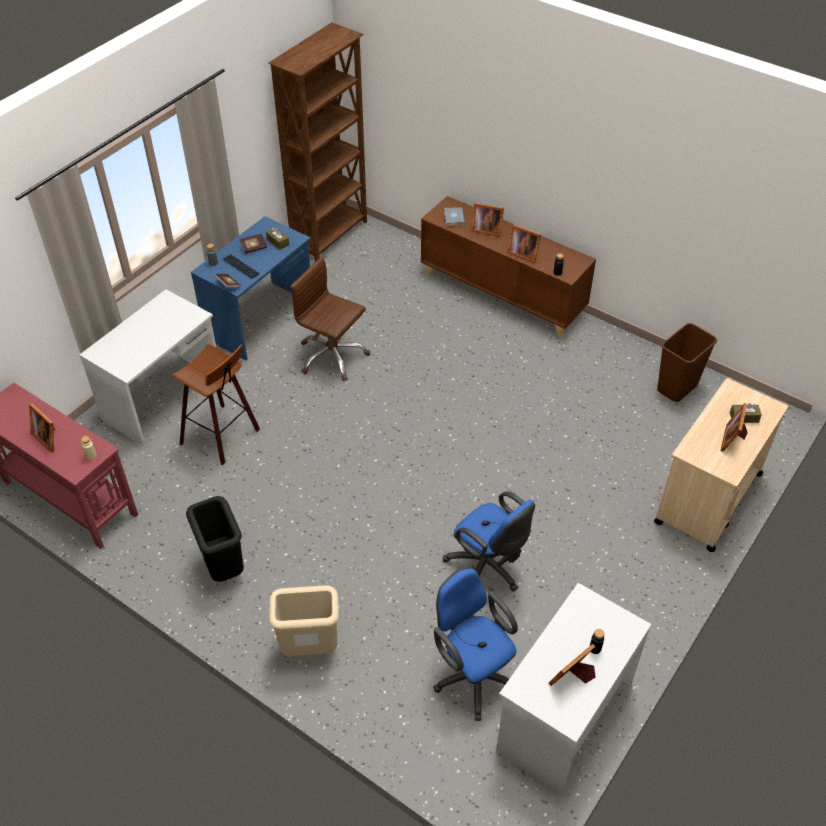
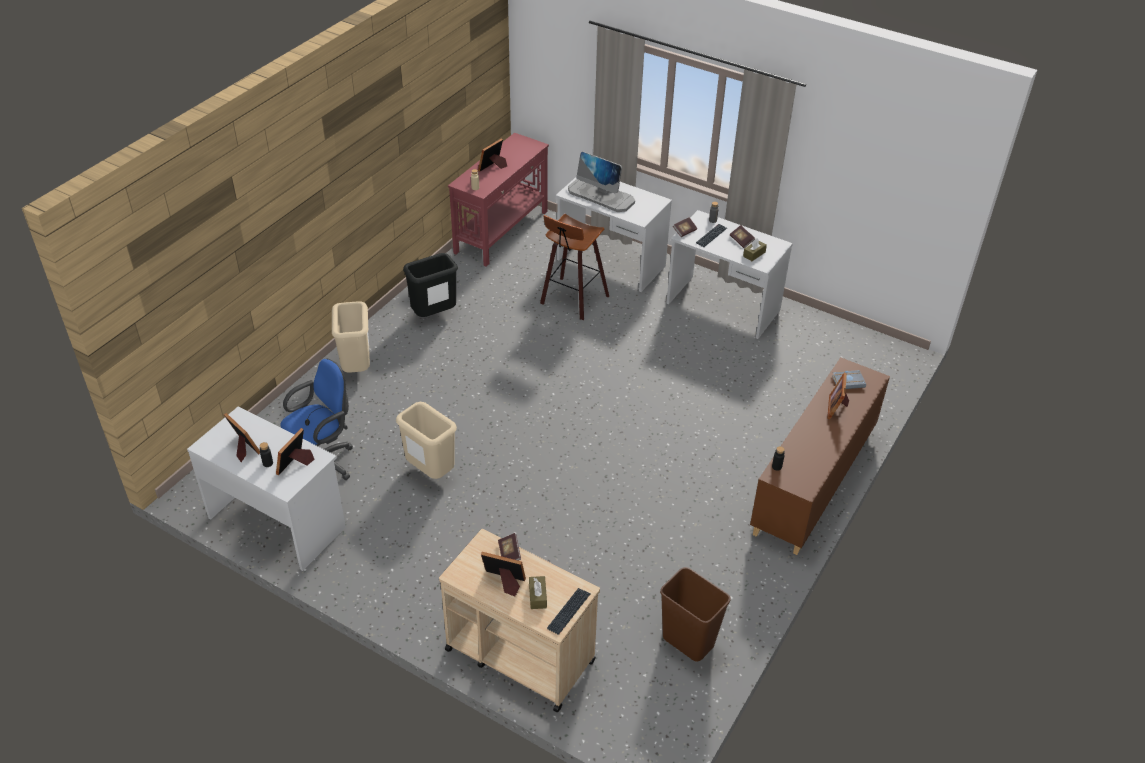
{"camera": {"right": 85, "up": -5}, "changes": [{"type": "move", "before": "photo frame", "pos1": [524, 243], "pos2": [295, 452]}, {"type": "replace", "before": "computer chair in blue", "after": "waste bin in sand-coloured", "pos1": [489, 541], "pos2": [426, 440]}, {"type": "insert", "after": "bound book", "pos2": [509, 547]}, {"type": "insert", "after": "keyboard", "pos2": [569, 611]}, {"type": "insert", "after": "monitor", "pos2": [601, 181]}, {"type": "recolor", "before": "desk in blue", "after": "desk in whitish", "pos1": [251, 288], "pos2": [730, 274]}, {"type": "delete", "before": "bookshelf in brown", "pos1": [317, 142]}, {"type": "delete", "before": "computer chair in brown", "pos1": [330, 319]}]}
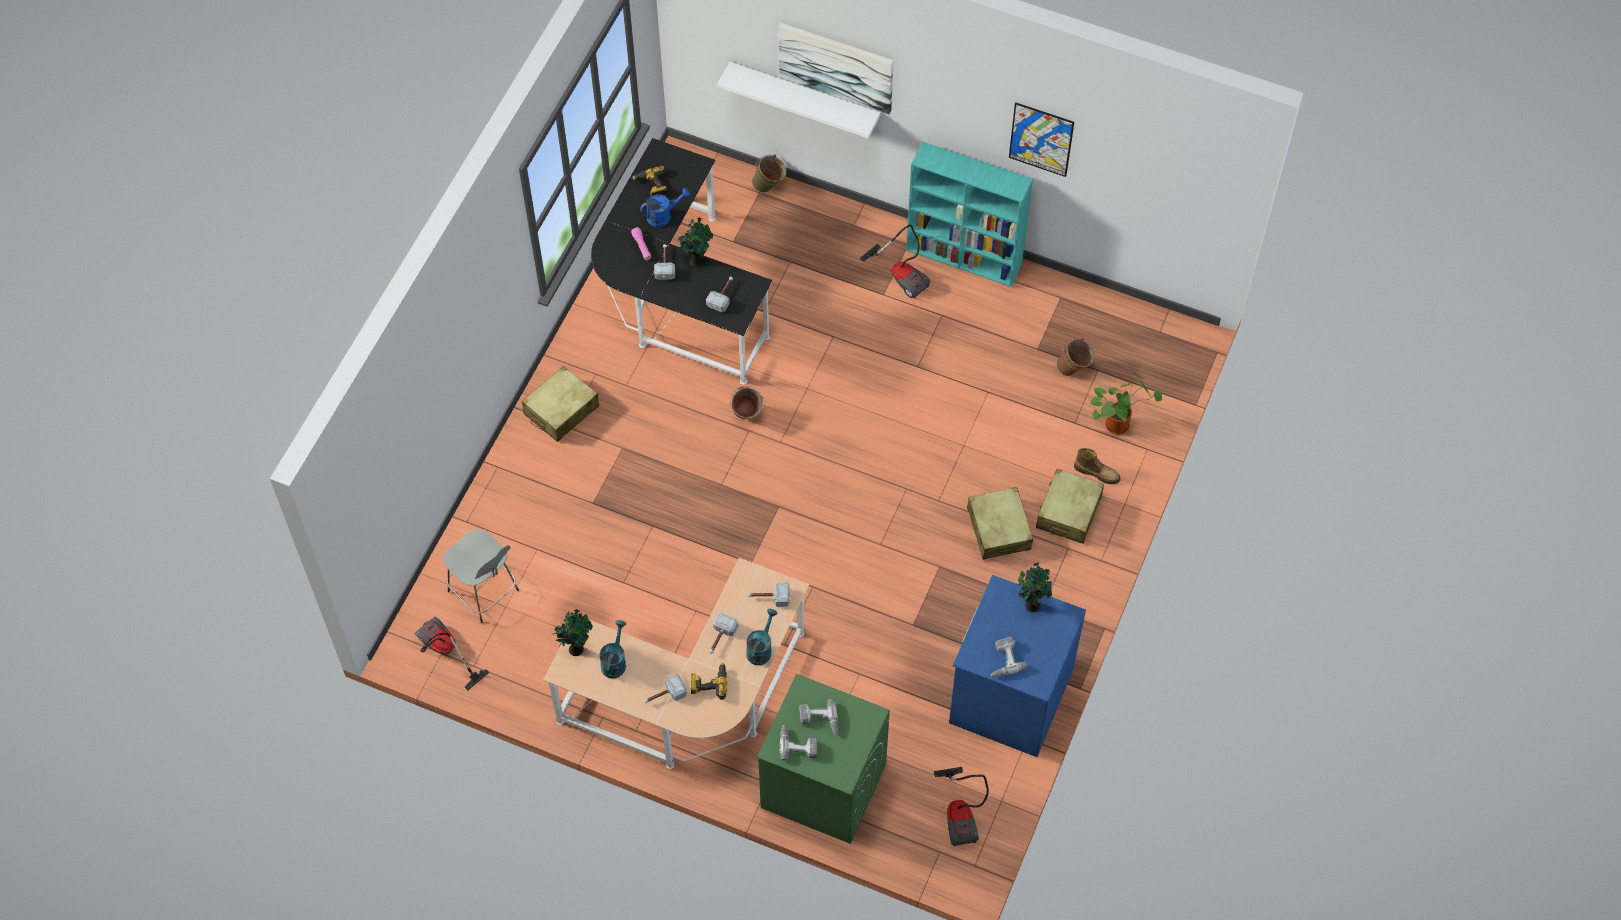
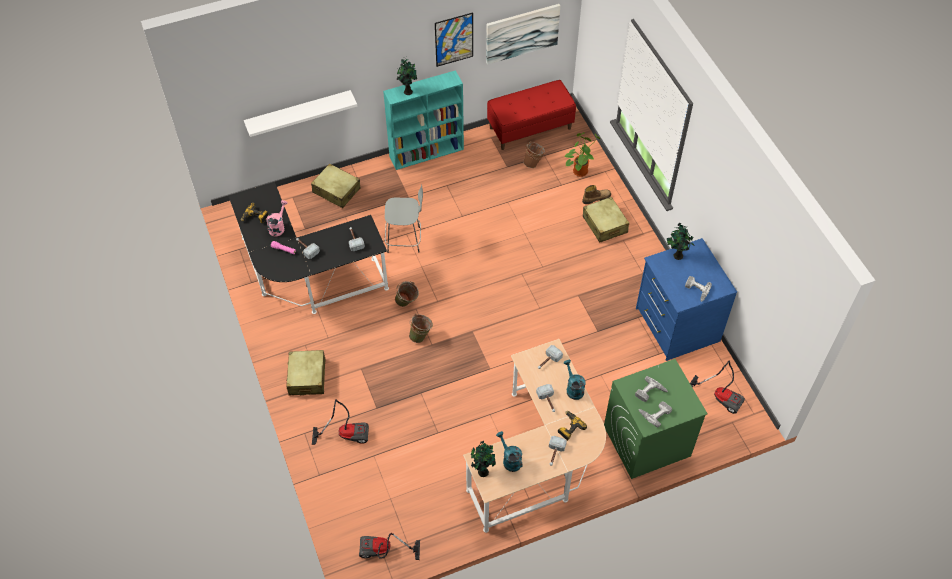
{"camera": {"right": -45, "up": -5}, "changes": [{"type": "recolor", "before": "watering pot in blue", "after": "watering pot in pink", "pos1": [665, 207], "pos2": [277, 218]}, {"type": "move", "before": "suitcase in sand-coloured", "pos1": [1000, 523], "pos2": [335, 185]}, {"type": "move", "before": "vacuum", "pos1": [895, 261], "pos2": [340, 422]}, {"type": "move", "before": "stool seat in grey", "pos1": [481, 576], "pos2": [404, 218]}, {"type": "move", "before": "potted plant", "pos1": [695, 243], "pos2": [407, 77]}, {"type": "move", "before": "pail in green", "pos1": [769, 174], "pos2": [421, 328]}, {"type": "move", "before": "wall picture", "pos1": [836, 68], "pos2": [523, 34]}, {"type": "insert", "after": "long seat in red-coloured", "pos2": [531, 115]}]}
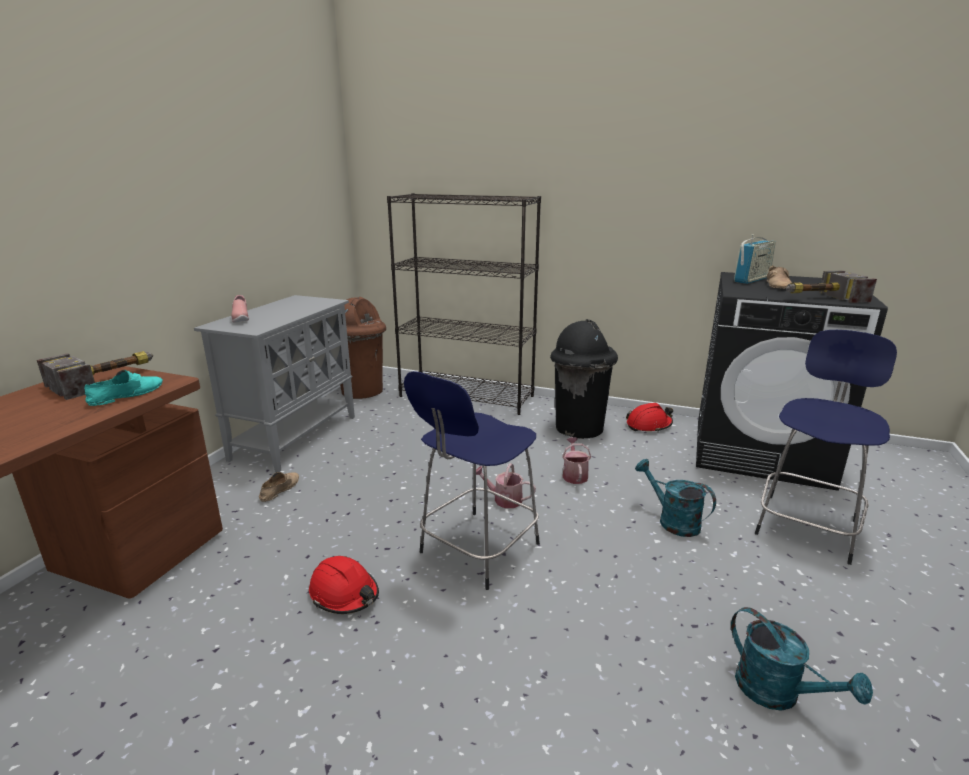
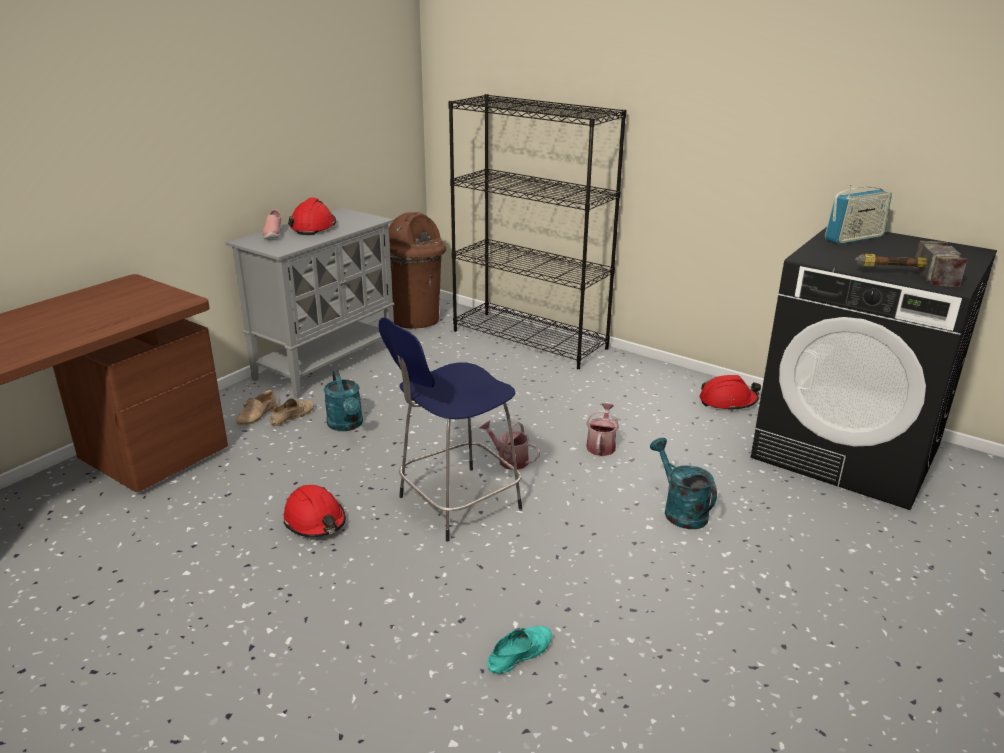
{"camera": {"right": 15, "up": 5}, "changes": [{"type": "move", "before": "low shoe in sand-coloured", "pos1": [779, 277], "pos2": [257, 407]}, {"type": "insert", "after": "safety helmet in red-coloured", "pos2": [312, 216]}, {"type": "move", "before": "watering pot in turquoise", "pos1": [802, 659], "pos2": [343, 400]}, {"type": "move", "before": "low shoe in turquoise", "pos1": [123, 388], "pos2": [519, 650]}, {"type": "delete", "before": "tool hammer", "pos1": [95, 375]}, {"type": "delete", "before": "waste bin in black-coloured", "pos1": [584, 379]}, {"type": "delete", "before": "stool seat in blue", "pos1": [826, 447]}]}
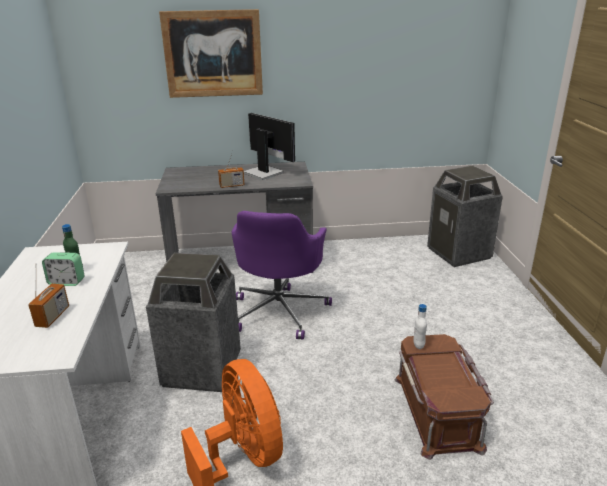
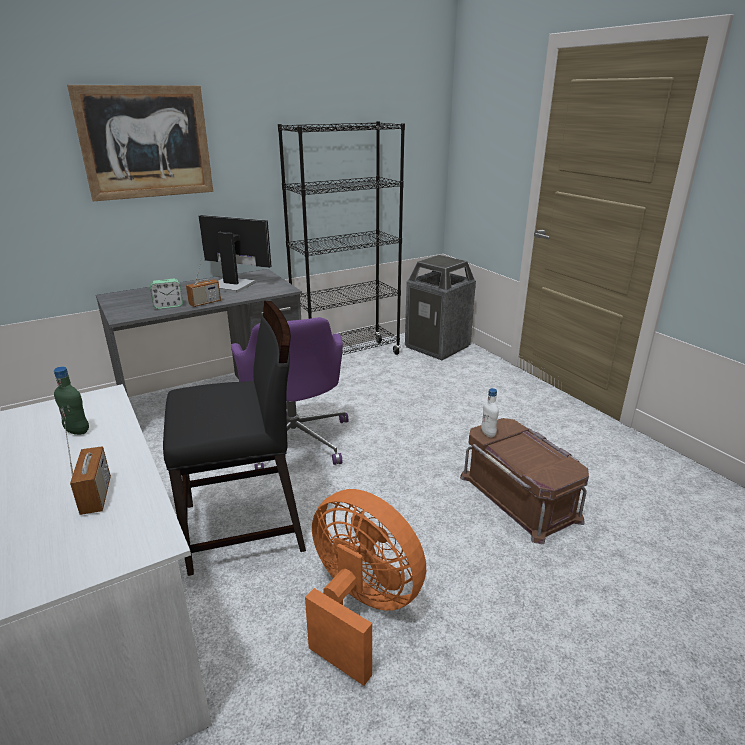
{"camera": {"right": -25, "up": 0}, "changes": [{"type": "move", "before": "table clock", "pos1": [63, 269], "pos2": [166, 294]}, {"type": "replace", "before": "waste bin", "after": "plain chair in black-coloured", "pos1": [193, 322], "pos2": [234, 438]}, {"type": "insert", "after": "bookshelf in black-coloured", "pos2": [341, 238]}]}
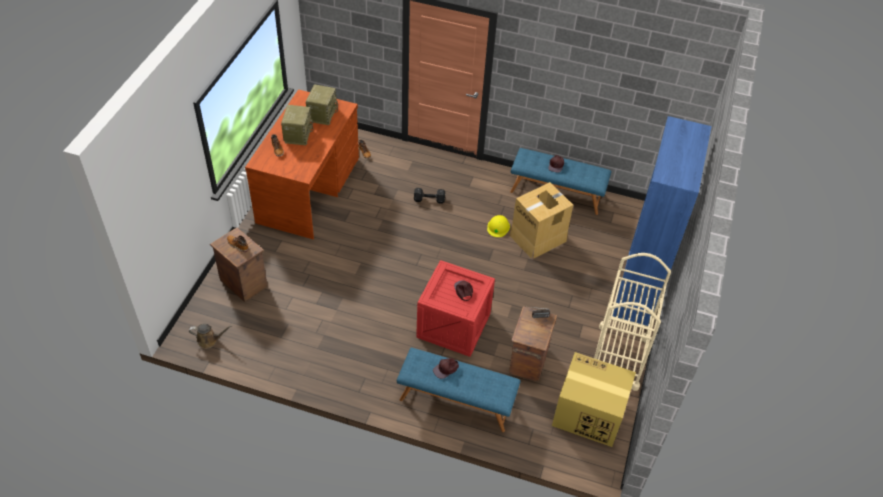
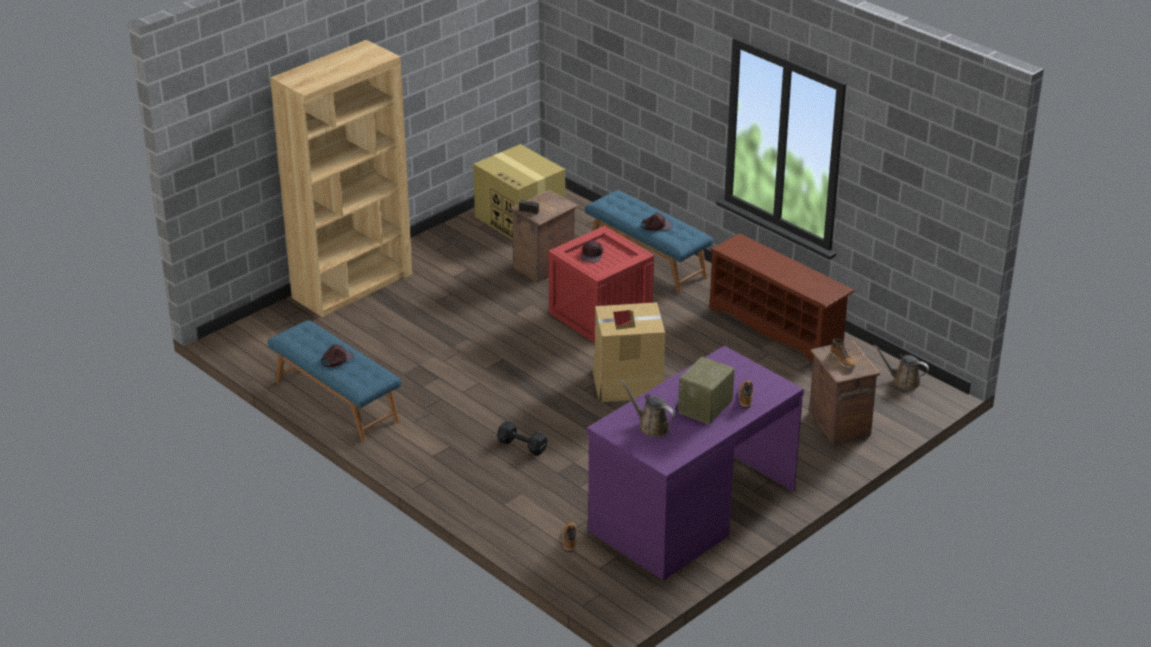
{"camera": {"right": -150, "up": -15}, "changes": [{"type": "recolor", "before": "bookshelf in blue", "after": "bookshelf in brown", "pos1": [662, 221], "pos2": [341, 178]}, {"type": "recolor", "before": "desk in brown", "after": "desk in purple-coloured", "pos1": [302, 164], "pos2": [695, 463]}, {"type": "move", "before": "carton", "pos1": [541, 220], "pos2": [628, 352]}, {"type": "replace", "before": "radio receiver", "after": "watering pot in brown", "pos1": [322, 104], "pos2": [647, 408]}, {"type": "insert", "after": "shoe rack in brown", "pos2": [781, 298]}, {"type": "delete", "before": "safety helmet in yellow-coloured", "pos1": [498, 226]}, {"type": "delete", "before": "trolley in sand-coloured", "pos1": [632, 322]}]}
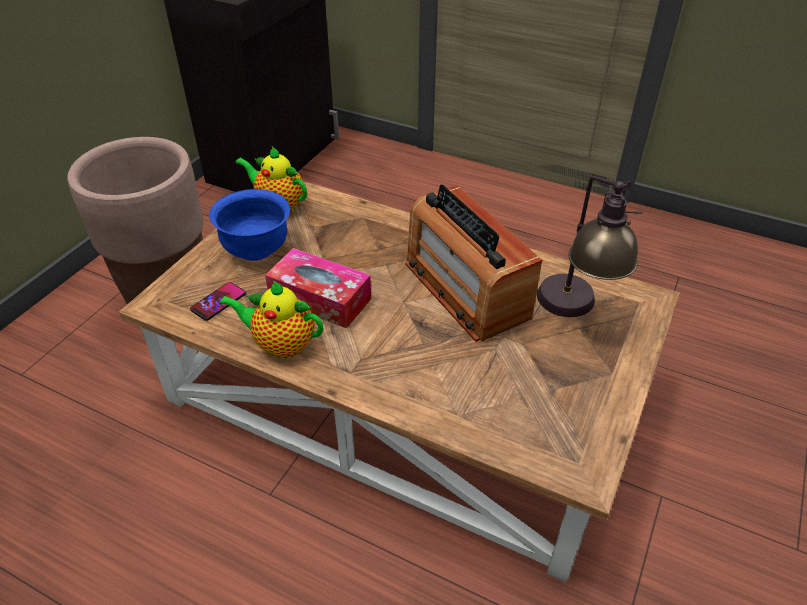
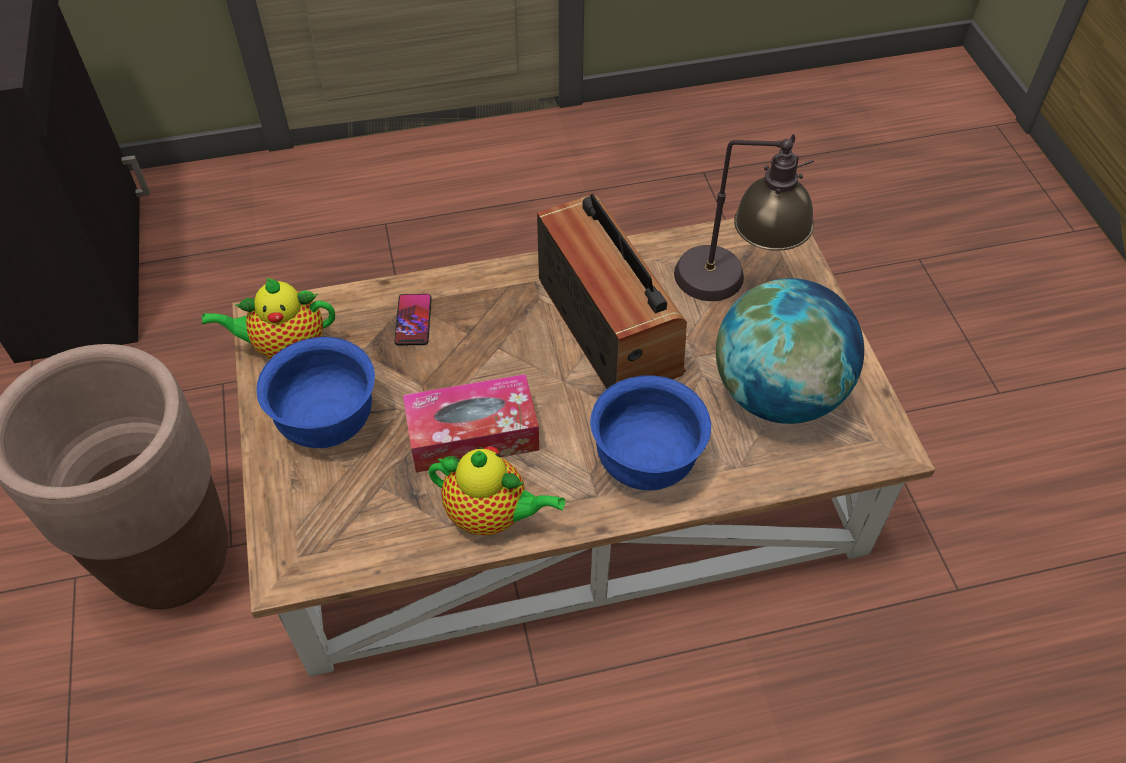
{"camera": {"right": -40, "up": 10}, "changes": [{"type": "move", "before": "handset", "pos1": [218, 301], "pos2": [413, 320]}, {"type": "rotate", "before": "pot for tea", "pos1": [271, 319], "pos2": [496, 490], "turn": -135}, {"type": "rotate", "before": "radio receiver", "pos1": [473, 263], "pos2": [612, 291], "turn": -135}, {"type": "insert", "after": "deep dish in blue", "pos2": [650, 432]}, {"type": "insert", "after": "world globe", "pos2": [790, 351]}]}
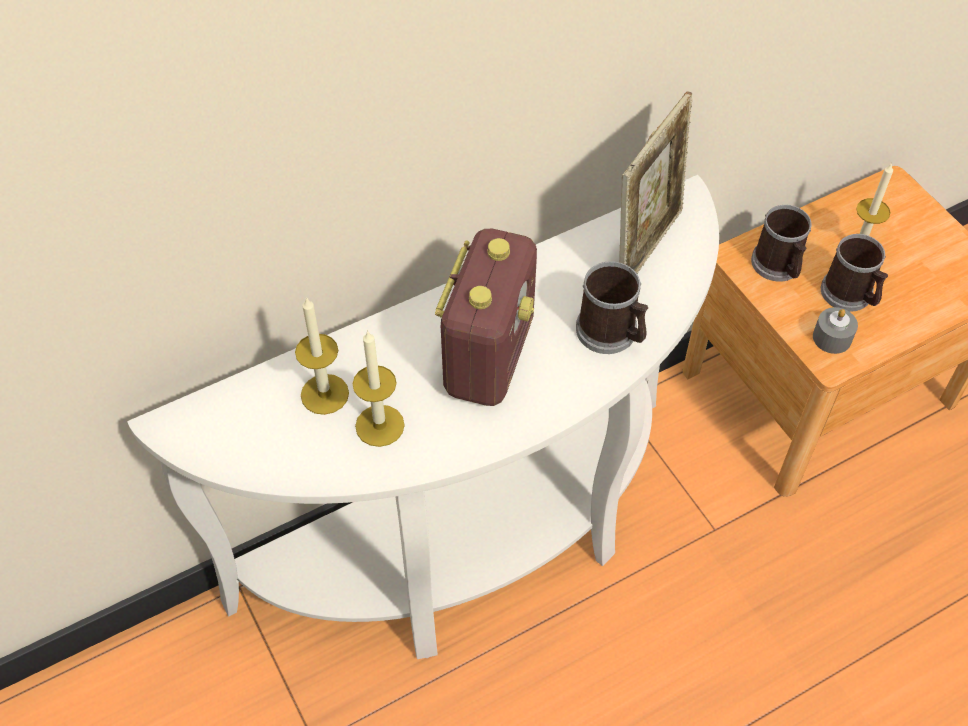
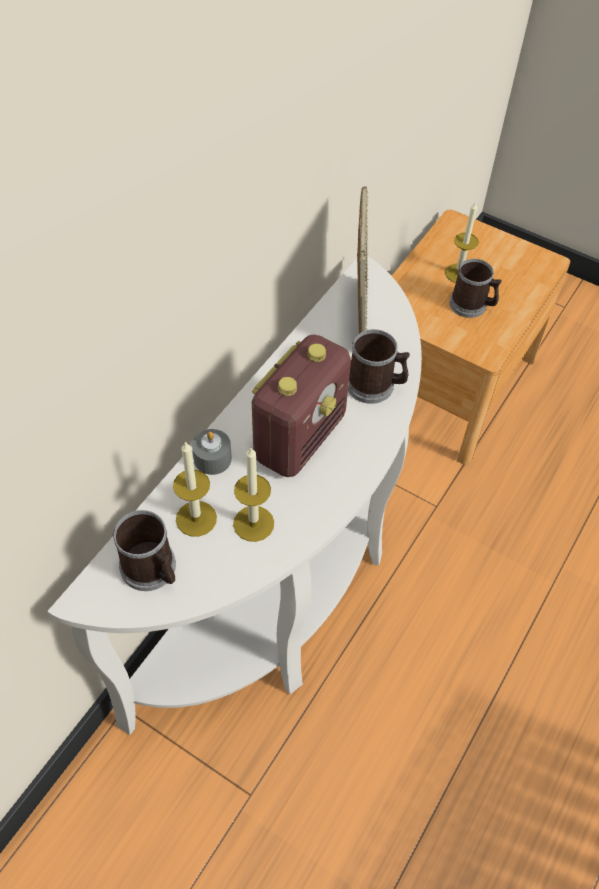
{"camera": {"right": -30, "up": 0}, "changes": [{"type": "move", "before": "mug", "pos1": [781, 243], "pos2": [144, 550]}, {"type": "move", "before": "wax candle in grey", "pos1": [835, 330], "pos2": [212, 452]}, {"type": "rotate", "before": "radio receiver", "pos1": [486, 317], "pos2": [301, 406], "turn": 45}]}
